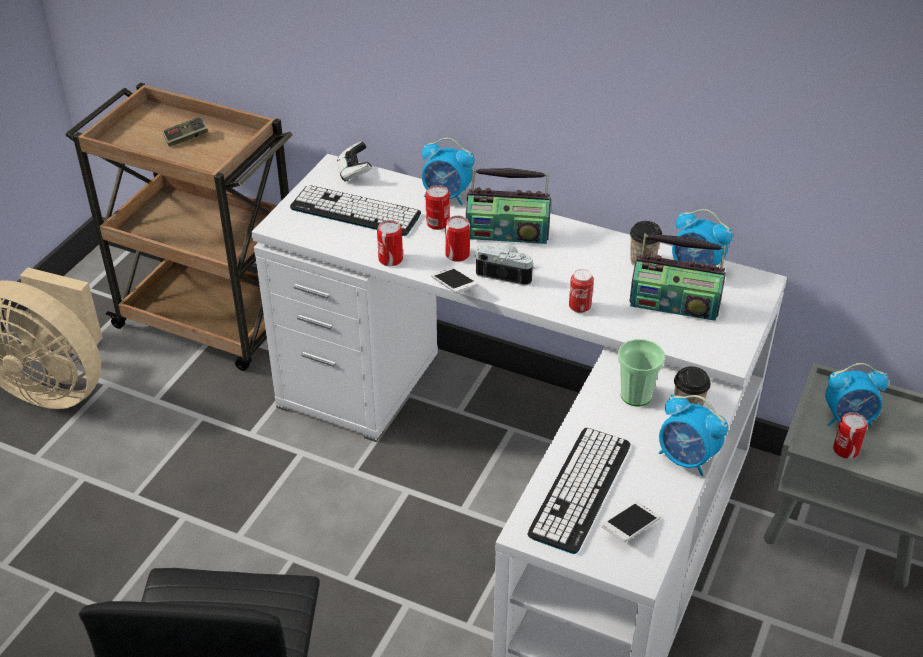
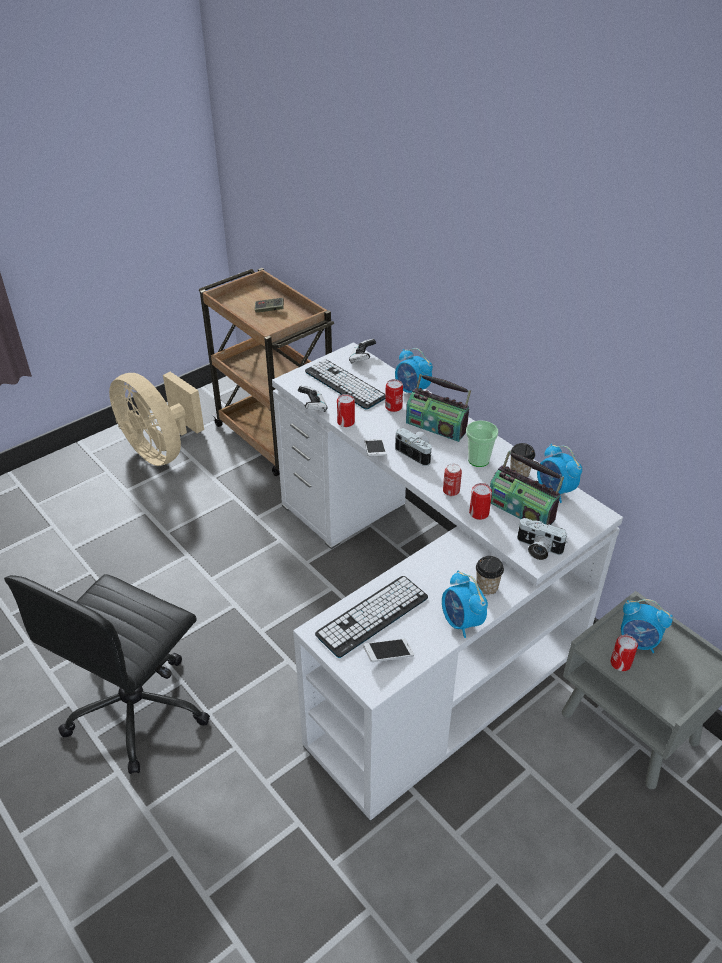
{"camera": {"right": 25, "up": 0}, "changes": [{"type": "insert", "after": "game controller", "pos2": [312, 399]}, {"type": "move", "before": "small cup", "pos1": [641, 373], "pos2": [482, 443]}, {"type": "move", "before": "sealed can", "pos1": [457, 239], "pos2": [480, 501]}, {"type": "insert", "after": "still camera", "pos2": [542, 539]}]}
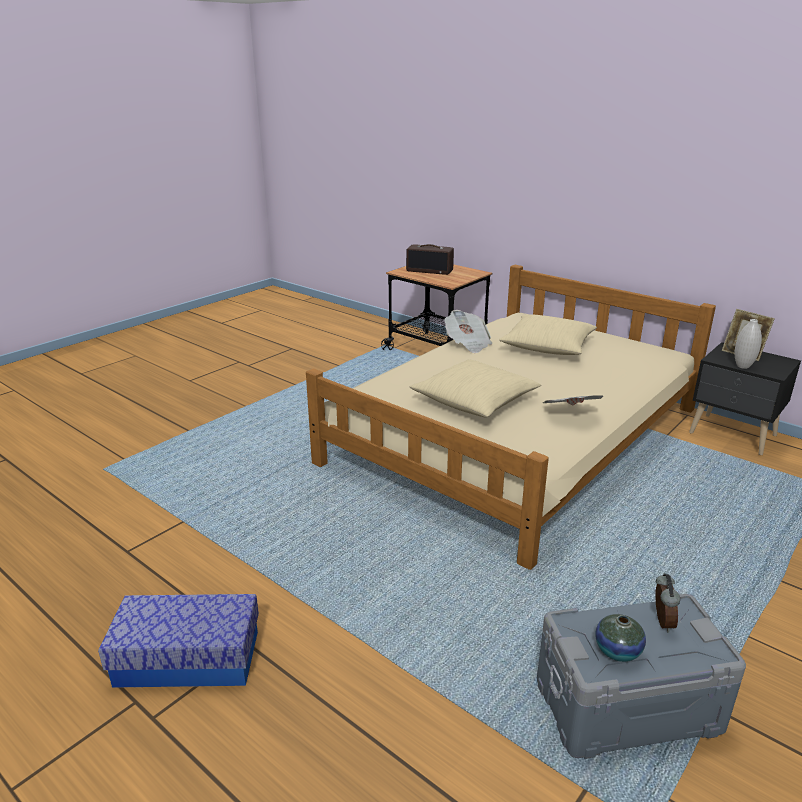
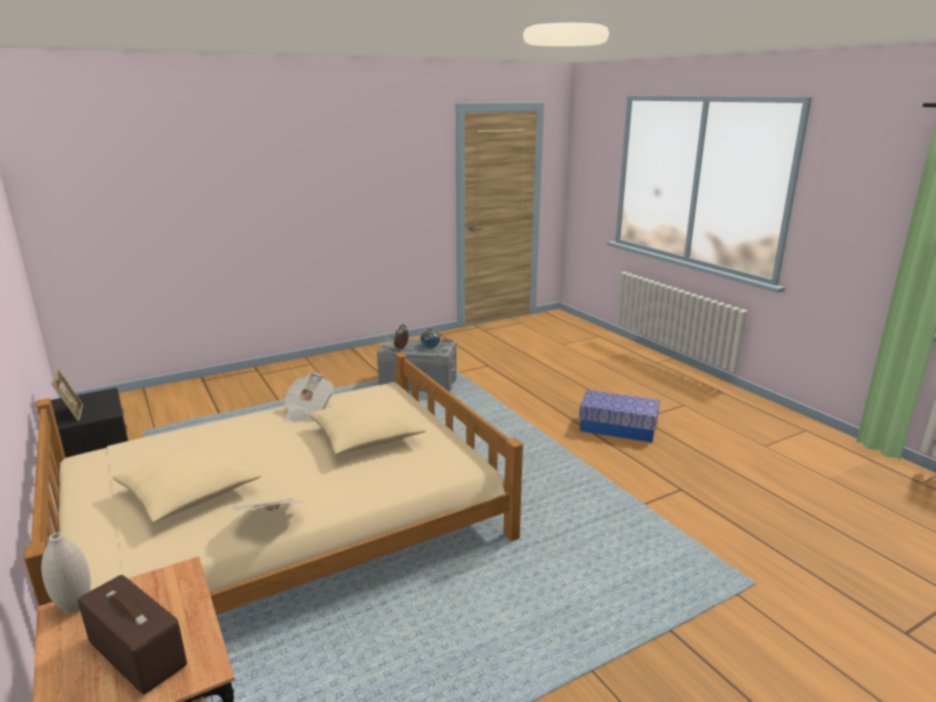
{"camera": {"right": -160, "up": -5}, "changes": [{"type": "move", "before": "vase in whitish", "pos1": [748, 344], "pos2": [66, 572]}]}
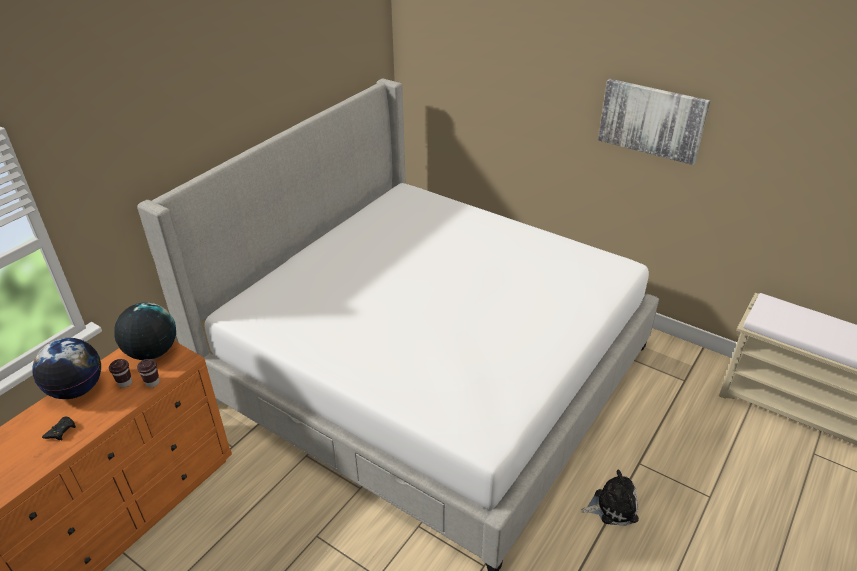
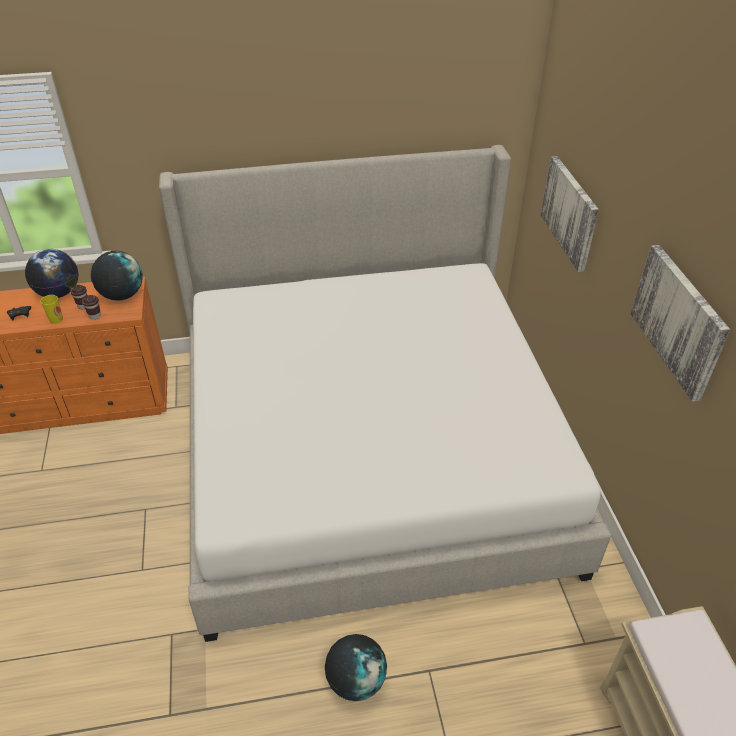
{"camera": {"right": 45, "up": 5}, "changes": [{"type": "insert", "after": "small cup", "pos2": [52, 309]}, {"type": "replace", "before": "cuddly toy", "after": "world globe", "pos1": [610, 498], "pos2": [356, 667]}, {"type": "insert", "after": "wall picture", "pos2": [569, 214]}]}
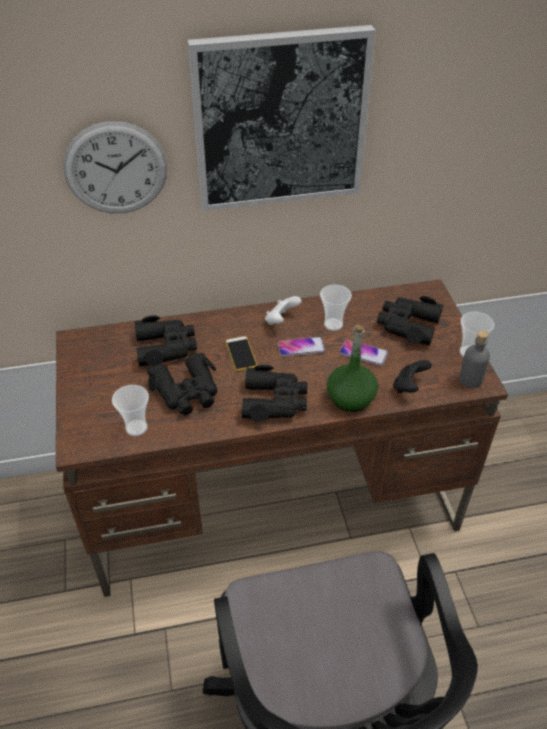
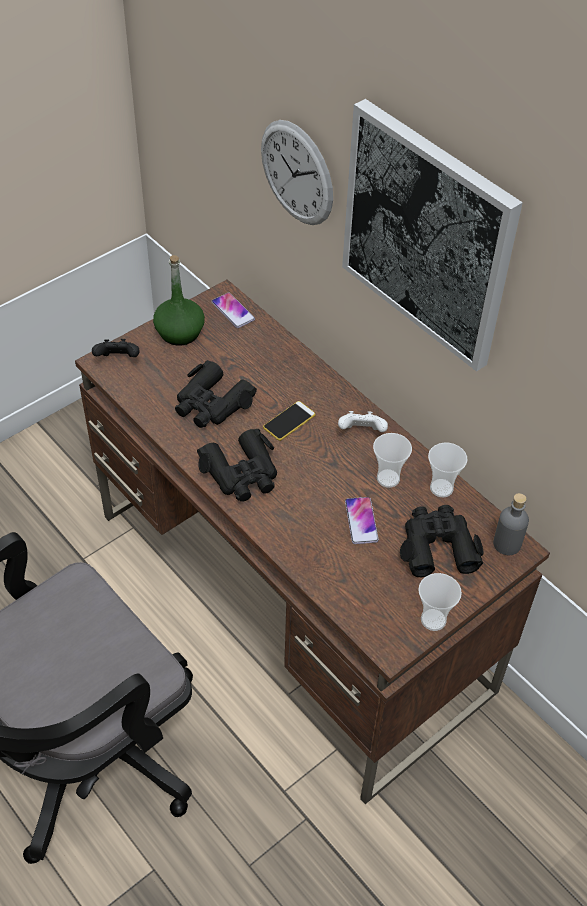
{"camera": {"right": 60, "up": 5}, "changes": [{"type": "move", "before": "game controller in black-coloured", "pos1": [412, 376], "pos2": [115, 348]}, {"type": "move", "before": "beverage bottle in green", "pos1": [352, 368], "pos2": [179, 300]}, {"type": "move", "before": "handset", "pos1": [301, 346], "pos2": [233, 310]}, {"type": "move", "before": "small cup", "pos1": [130, 410], "pos2": [447, 470]}, {"type": "move", "before": "beverage bottle in grey", "pos1": [474, 359], "pos2": [511, 524]}, {"type": "delete", "before": "binoculars in black-coloured", "pos1": [165, 341]}]}
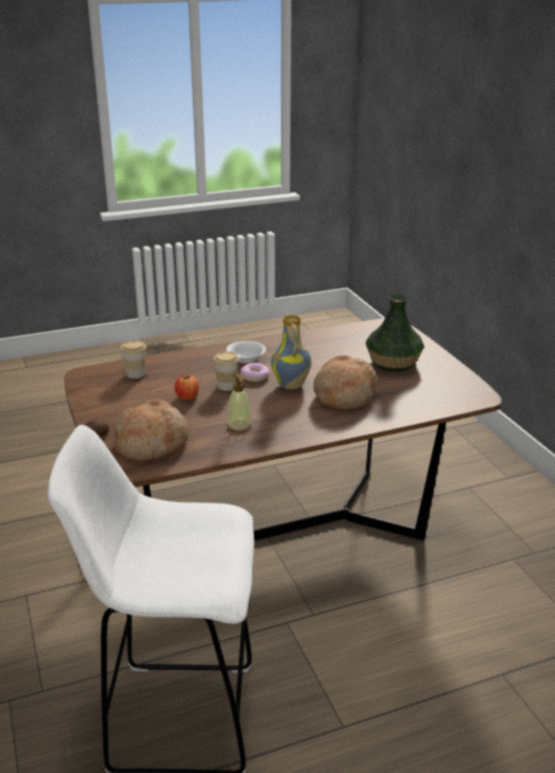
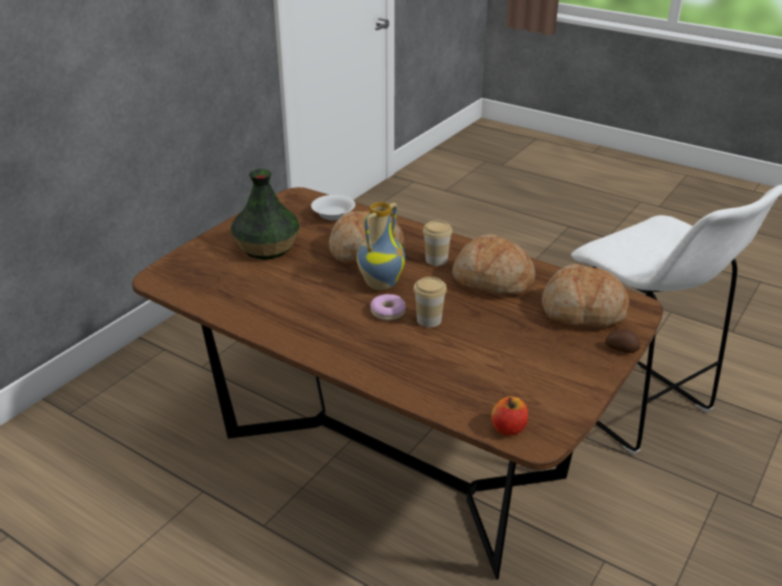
{"camera": {"right": -125, "up": 5}, "changes": [{"type": "move", "before": "deep dish in whitish", "pos1": [246, 352], "pos2": [333, 207]}, {"type": "move", "before": "small cup", "pos1": [133, 359], "pos2": [438, 243]}, {"type": "replace", "before": "soap dispenser", "after": "bread", "pos1": [239, 403], "pos2": [493, 265]}, {"type": "move", "before": "apple fruit", "pos1": [187, 387], "pos2": [509, 416]}]}
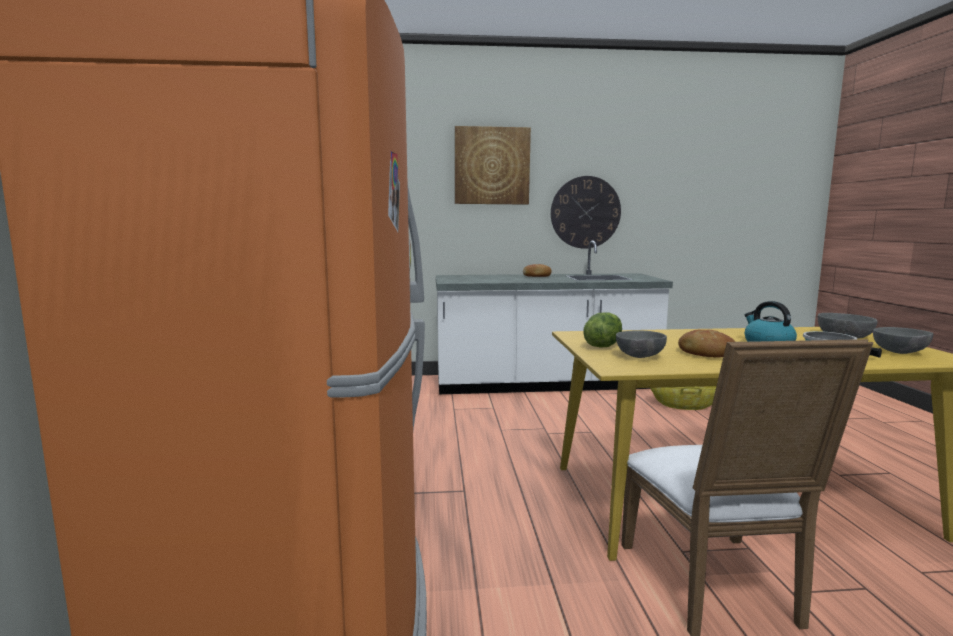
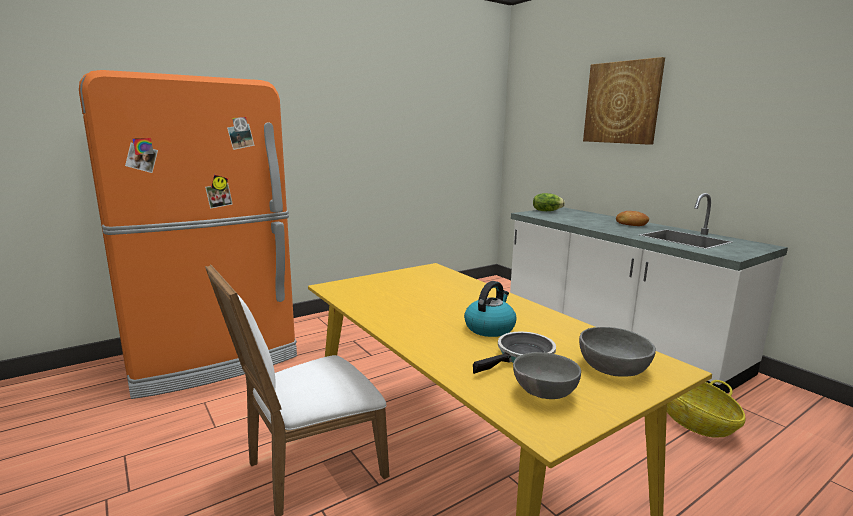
{"camera": {"right": 60, "up": 5}, "changes": [{"type": "move", "before": "lettuce head", "pos1": [602, 330], "pos2": [549, 202]}, {"type": "delete", "before": "hanging clock", "pos1": [586, 212]}, {"type": "delete", "before": "deep dish in grey", "pos1": [641, 344]}, {"type": "delete", "before": "bread", "pos1": [706, 344]}]}
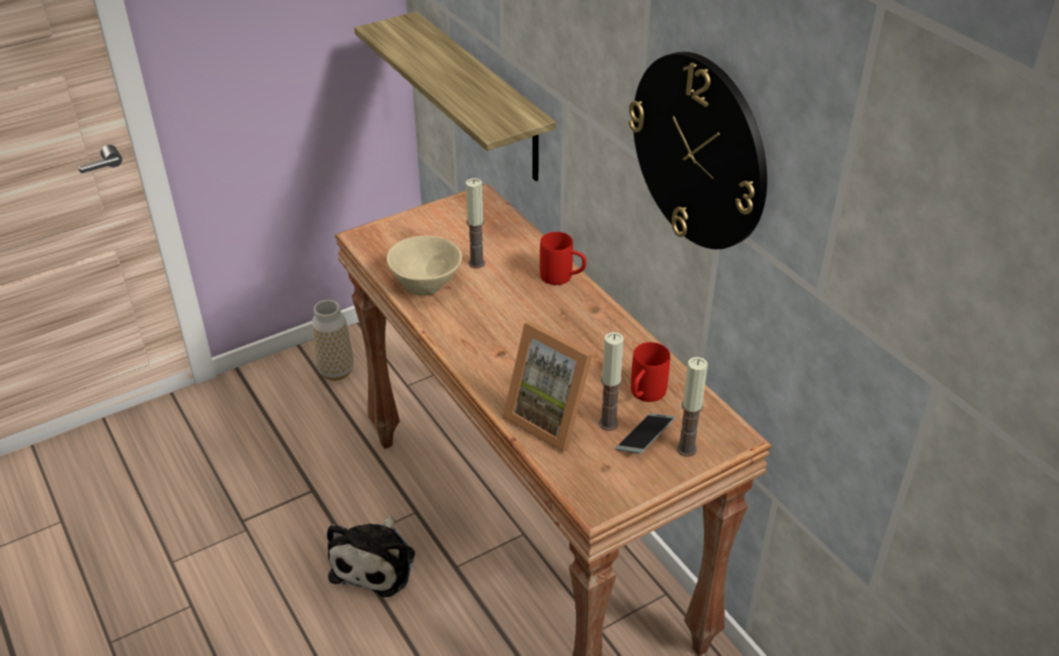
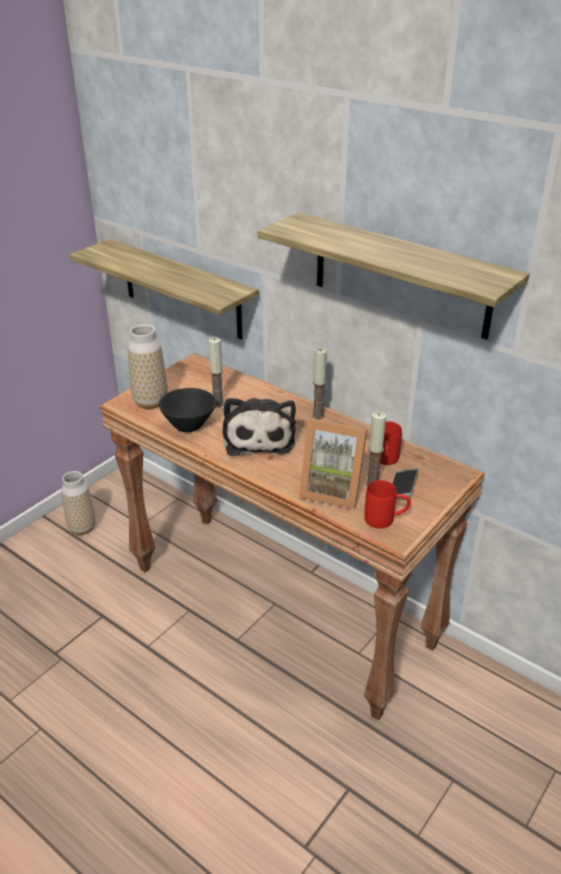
{"camera": {"right": -20, "up": -5}, "changes": [{"type": "insert", "after": "vase", "pos2": [148, 366]}, {"type": "recolor", "before": "deep dish in sand-coloured", "after": "deep dish in black-coloured", "pos1": [424, 266], "pos2": [187, 410]}, {"type": "move", "before": "cuddly toy", "pos1": [371, 556], "pos2": [259, 427]}, {"type": "replace", "before": "hanging clock", "after": "wall shelf", "pos1": [697, 150], "pos2": [393, 276]}, {"type": "move", "before": "wax candle", "pos1": [692, 407], "pos2": [319, 383]}, {"type": "move", "before": "mug in red-coloured", "pos1": [563, 258], "pos2": [387, 504]}]}
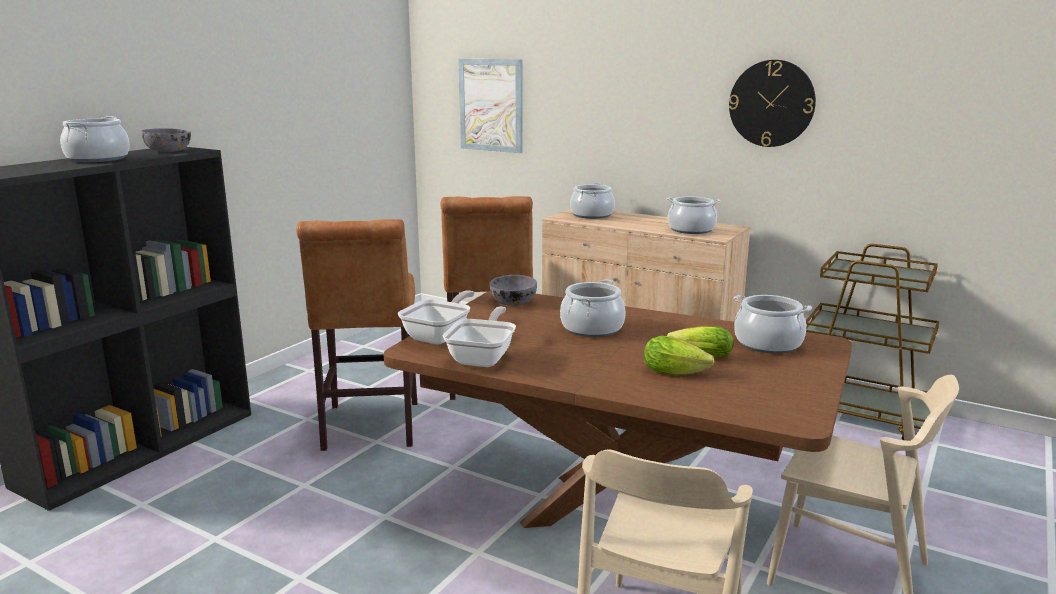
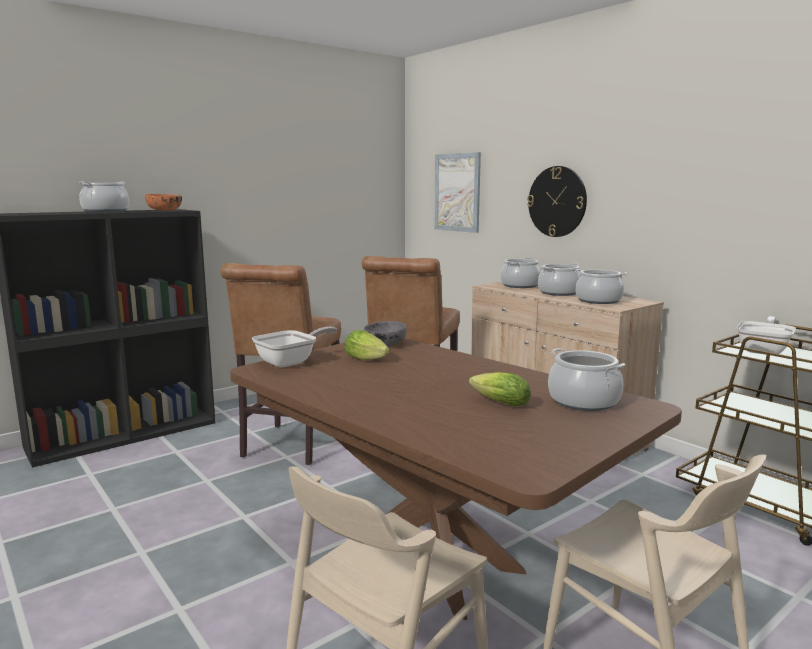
{"camera": {"right": 20, "up": -5}, "changes": [{"type": "recolor", "before": "deep dish in grey", "after": "deep dish in orange-coloured", "pos1": [166, 140], "pos2": [163, 202]}, {"type": "move", "before": "lettuce head", "pos1": [679, 355], "pos2": [367, 345]}, {"type": "move", "before": "hanging clock", "pos1": [772, 103], "pos2": [557, 201]}, {"type": "move", "before": "stockpot", "pos1": [593, 308], "pos2": [559, 279]}, {"type": "move", "before": "pan", "pos1": [479, 337], "pos2": [766, 335]}]}
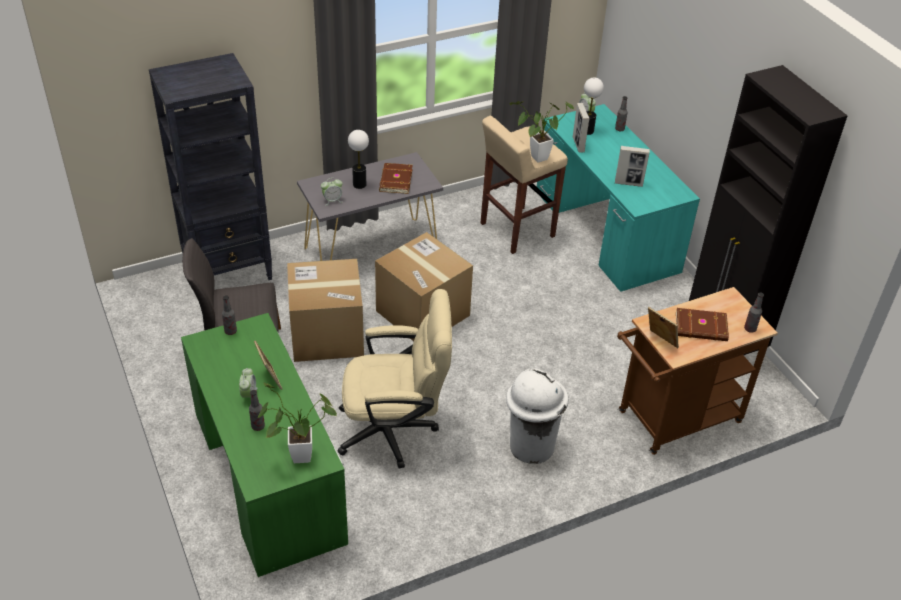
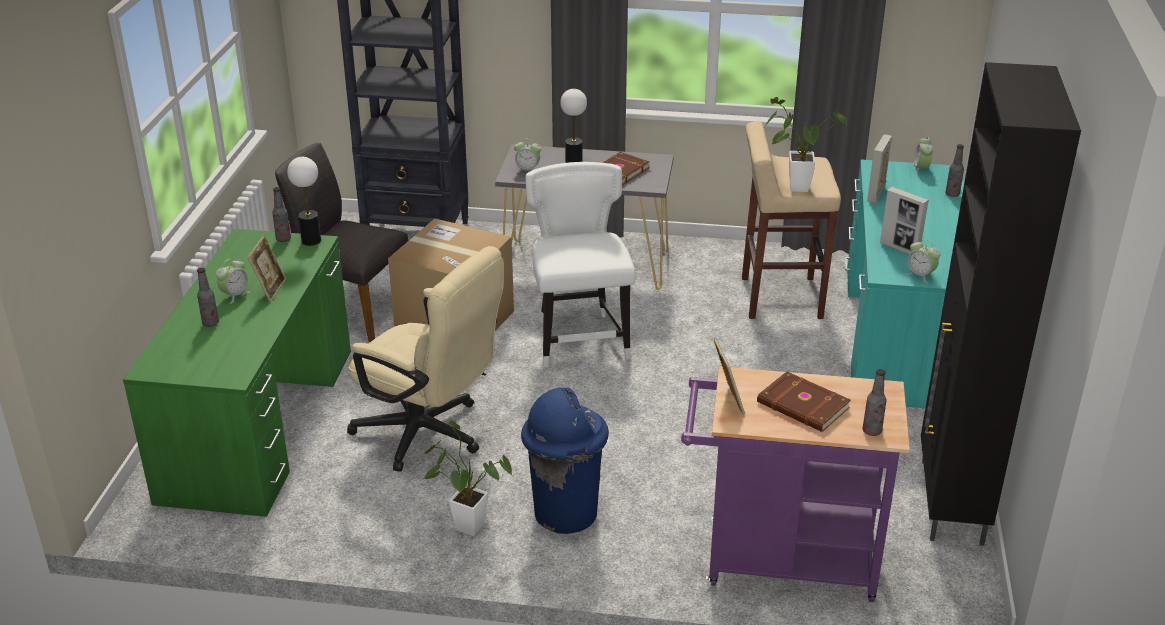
{"camera": {"right": 35, "up": -10}, "changes": [{"type": "move", "before": "tabletop lamp", "pos1": [594, 106], "pos2": [304, 201]}, {"type": "move", "before": "potted plant", "pos1": [297, 422], "pos2": [467, 478]}, {"type": "recolor", "before": "waste bin in whitish", "after": "waste bin in blue", "pos1": [537, 416], "pos2": [565, 460]}, {"type": "replace", "before": "carton", "after": "plain chair in whitish", "pos1": [424, 286], "pos2": [580, 265]}, {"type": "recolor", "before": "trolley in brown", "after": "trolley in purple-coloured", "pos1": [697, 371], "pos2": [795, 484]}, {"type": "insert", "after": "table clock", "pos2": [923, 261]}]}
